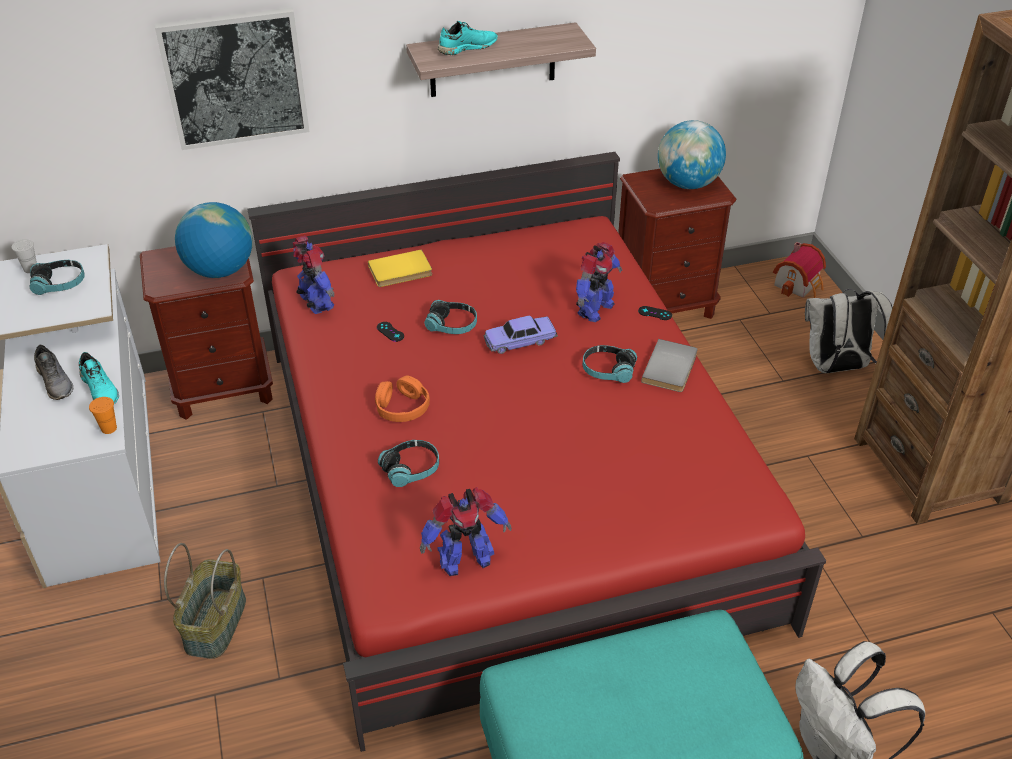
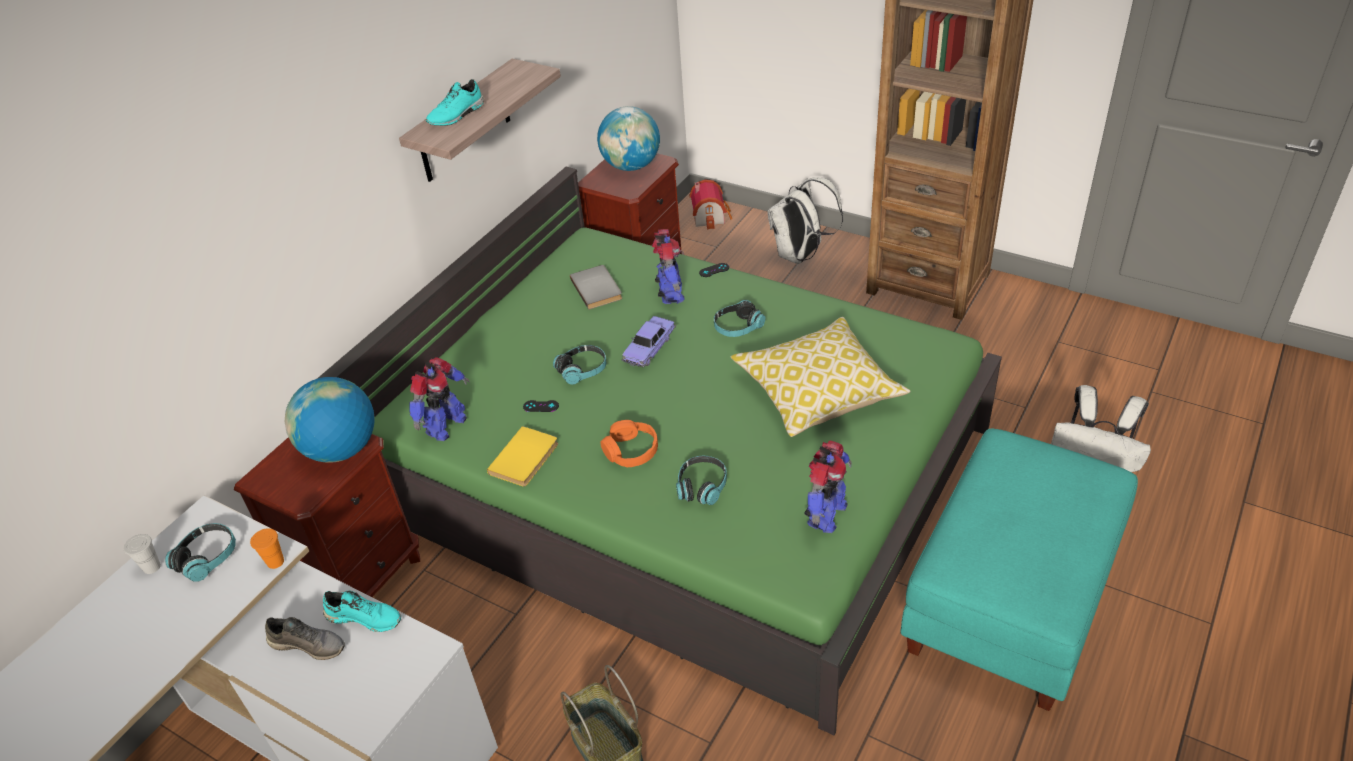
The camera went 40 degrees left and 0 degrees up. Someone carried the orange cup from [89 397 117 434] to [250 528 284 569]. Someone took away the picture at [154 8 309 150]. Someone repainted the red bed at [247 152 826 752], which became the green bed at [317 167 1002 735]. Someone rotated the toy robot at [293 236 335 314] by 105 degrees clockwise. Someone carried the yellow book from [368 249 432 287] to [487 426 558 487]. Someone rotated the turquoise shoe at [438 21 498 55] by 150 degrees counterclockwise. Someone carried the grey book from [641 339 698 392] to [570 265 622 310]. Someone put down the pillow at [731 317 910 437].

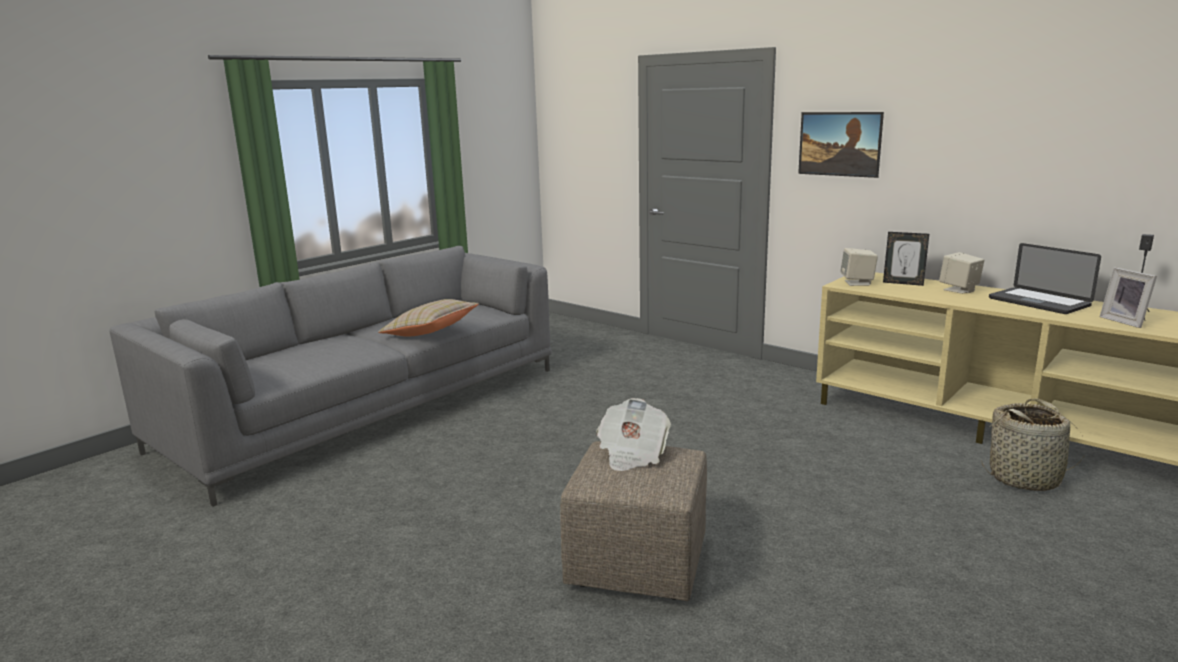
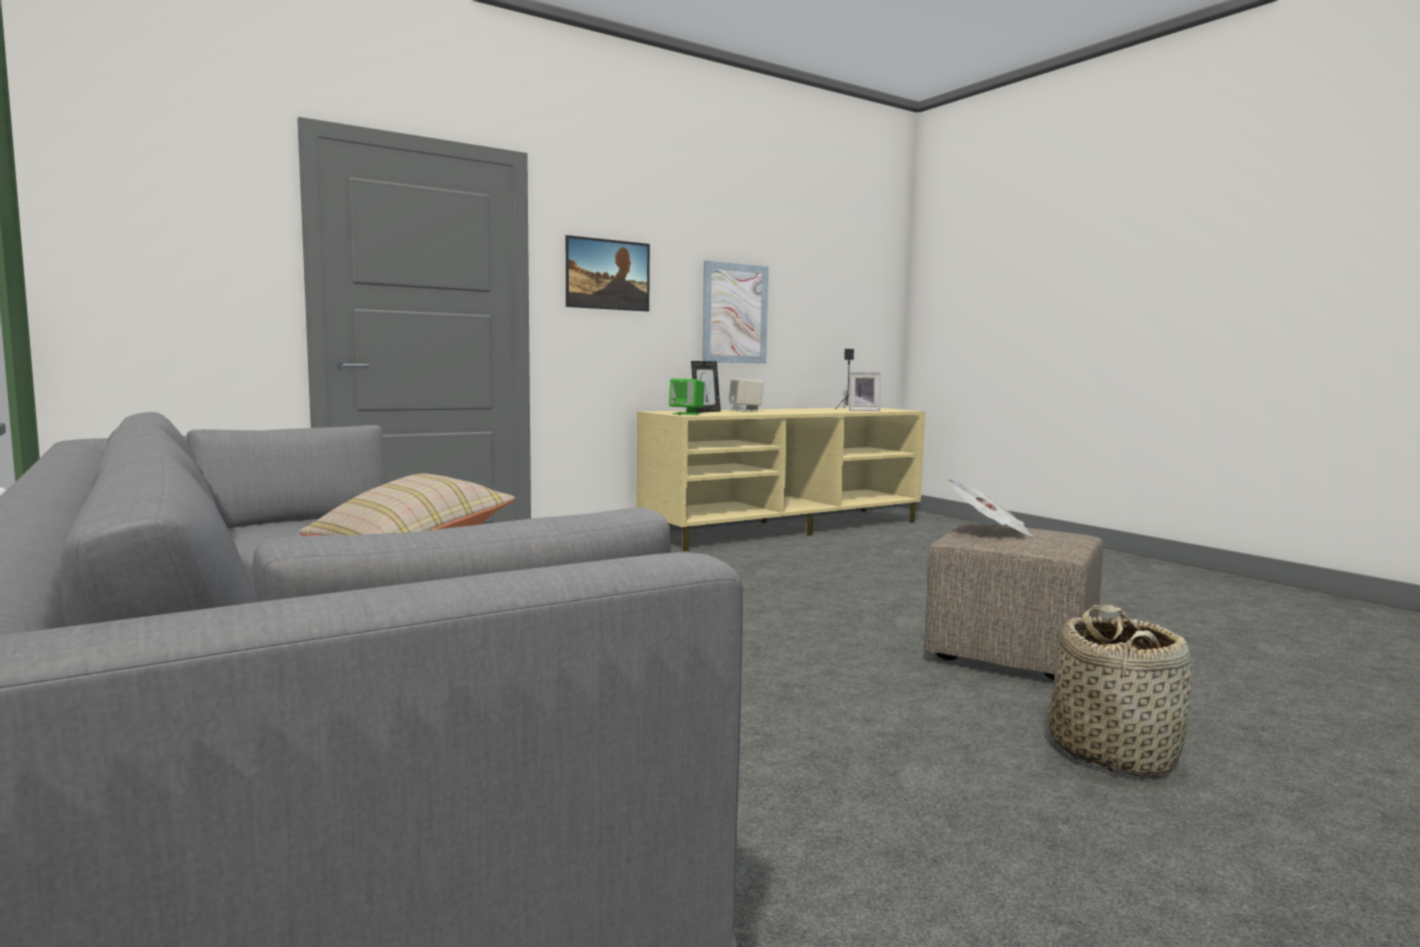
The camera went 75 degrees left and 10 degrees down. Someone repainted the beige speaker at [840 248 878 286], which became the green speaker at [669 378 705 415]. Someone carried the basket from [981 398 1085 491] to [1048 605 1192 776]. Someone took away the laptop at [989 243 1101 314]. Someone put up the picture at [702 261 769 364].

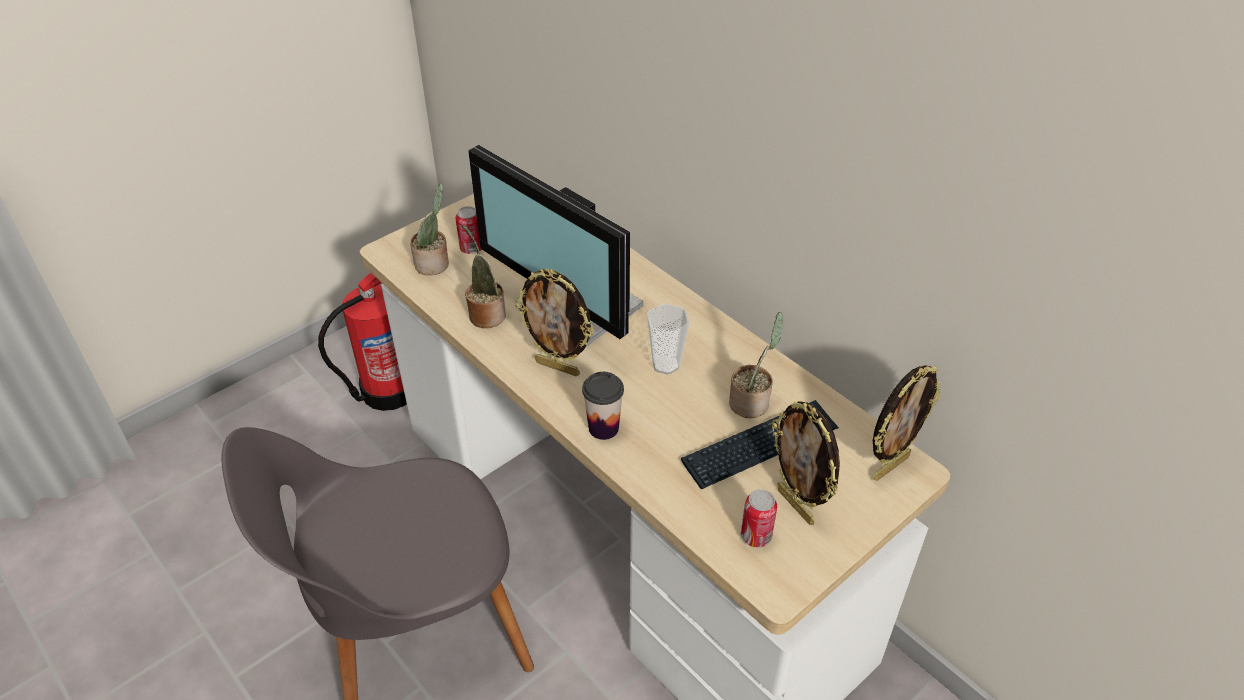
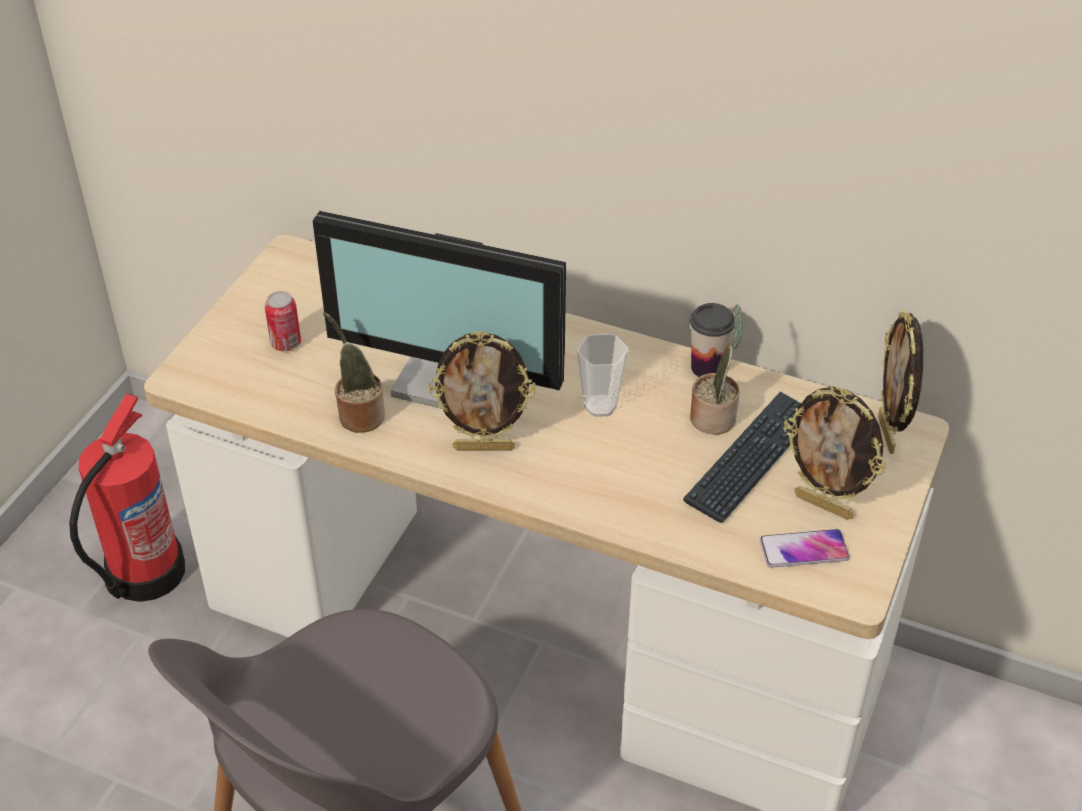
The camera went 25 degrees left and 0 degrees up. Someone took away the potted plant at [410 183 449 275]. Someone carried the cup from [582 372 624 440] to [690 303 735 377]. Someone swapped the can at [741 489 777 547] for the phone at [760 529 850 568]. Someone rotated the picture frame at [873 365 941 481] by 150 degrees clockwise.

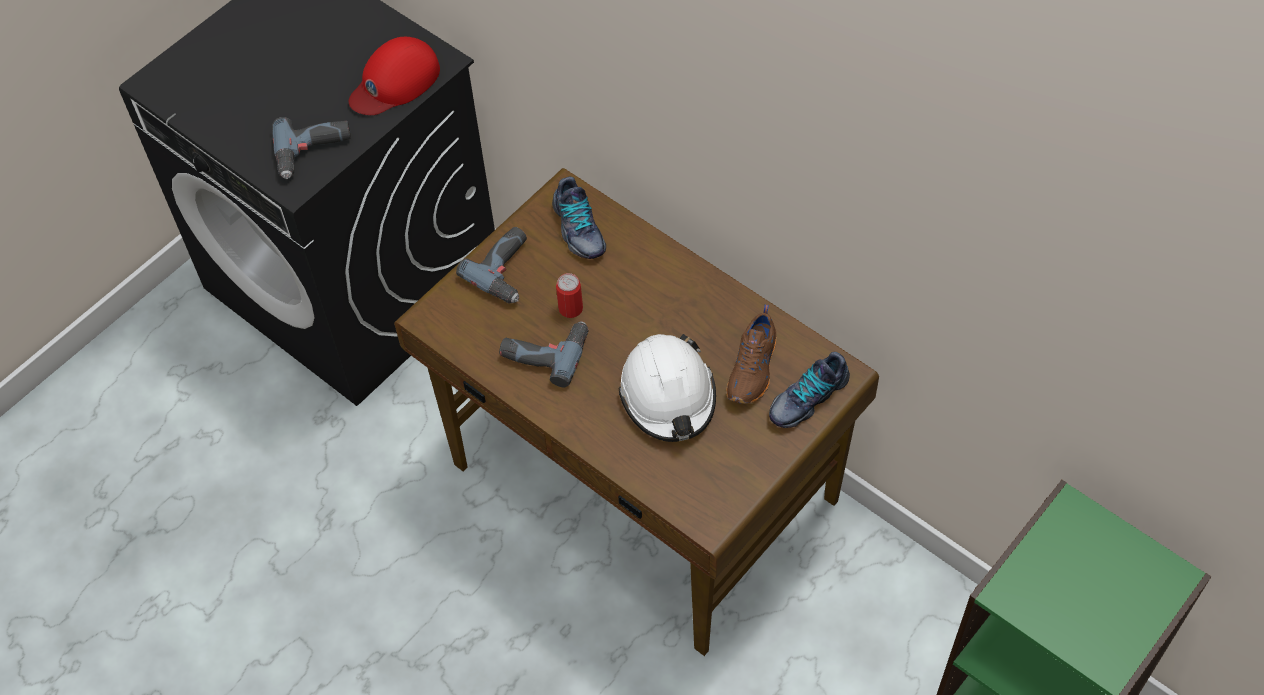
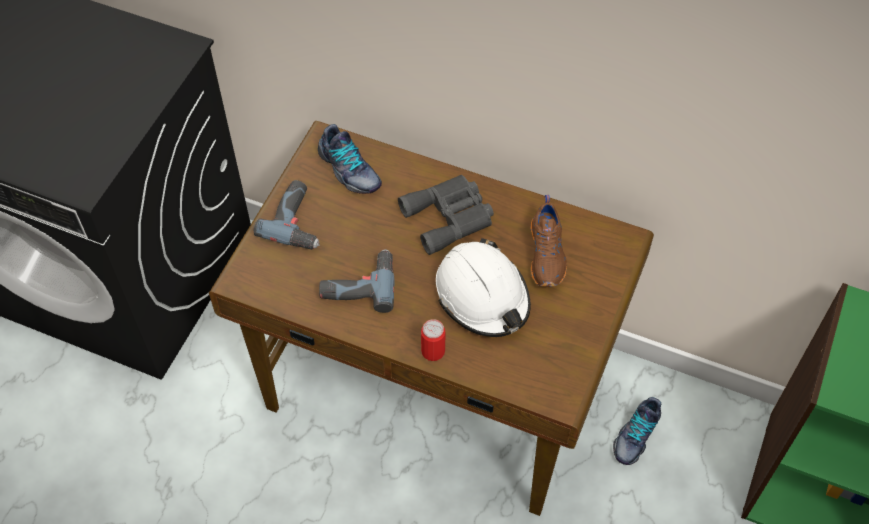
The camera went 20 degrees left and 0 degrees up. Someone took away the power drill at [272 117 351 179]. Someone took away the red cap at [349 37 440 115]. Someone carried the can from [556 273 583 318] to [421 319 445 361]. Someone carried the shoe from [769 352 850 428] to [613 397 661 465]. Someone put down the grey binoculars at [398 175 494 255].

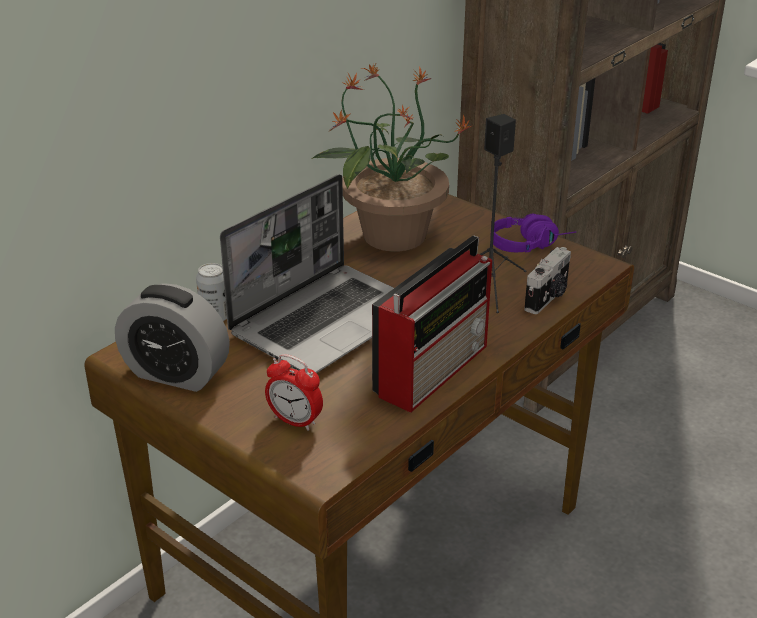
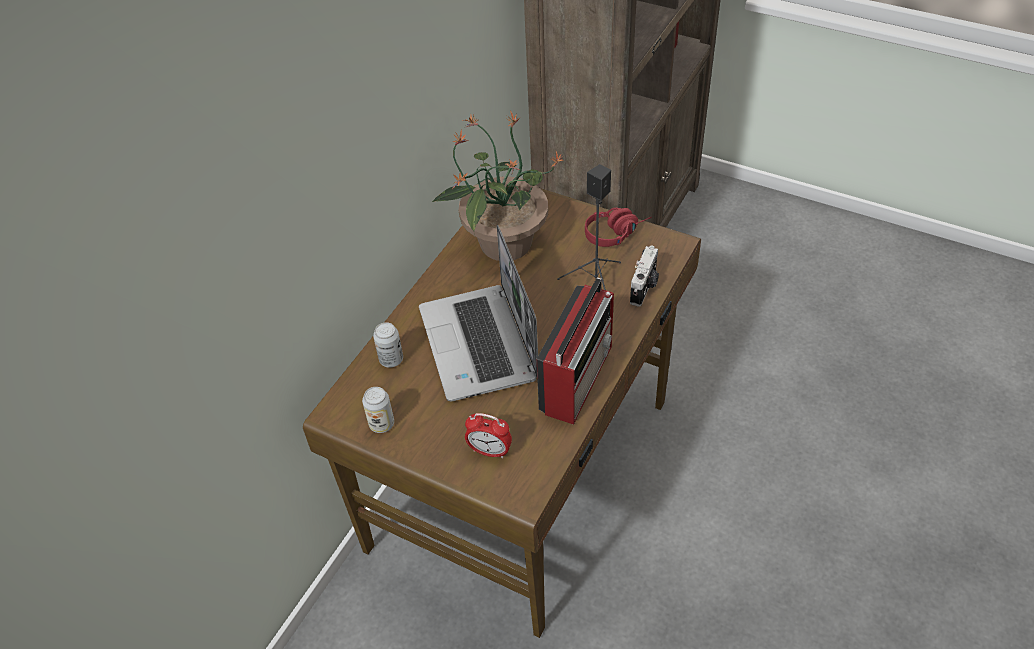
The camera went 10 degrees left and 15 degrees up. Someone swapped the alarm clock at [115 283 230 392] for the can at [362 387 394 433]. Someone rotated the laptop at [220 174 394 373] by 135 degrees clockwise. Someone repainted the purple headphones at [490 214 576 252], which became the red headphones at [585 208 652 247].

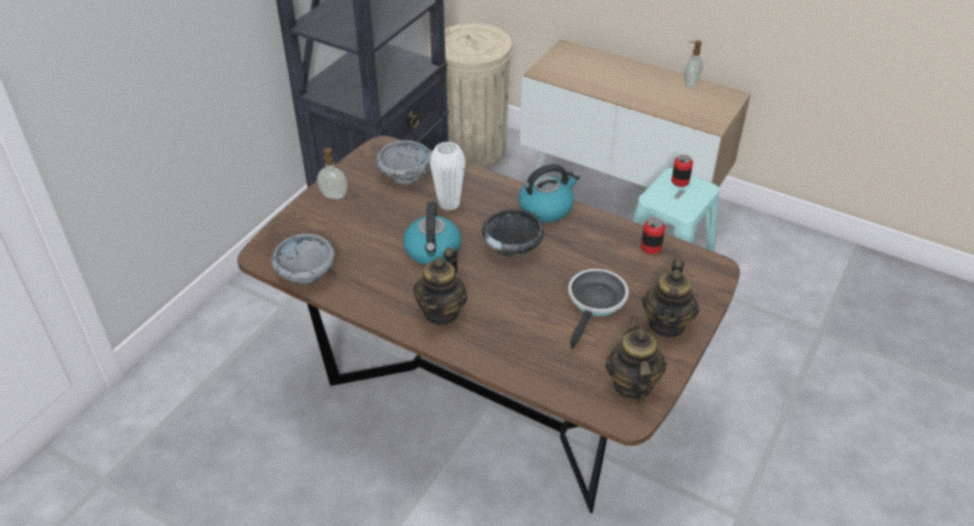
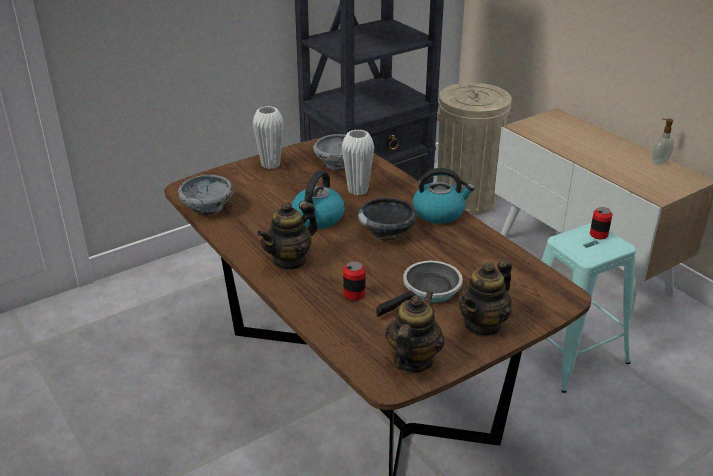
The camera went 25 degrees right and 10 degrees down. Someone swapped the soap dispenser at [317 148 348 199] for the white vase at [253 106 284 169]. Someone carried the can from [641 218 665 254] to [343 261 366 301].

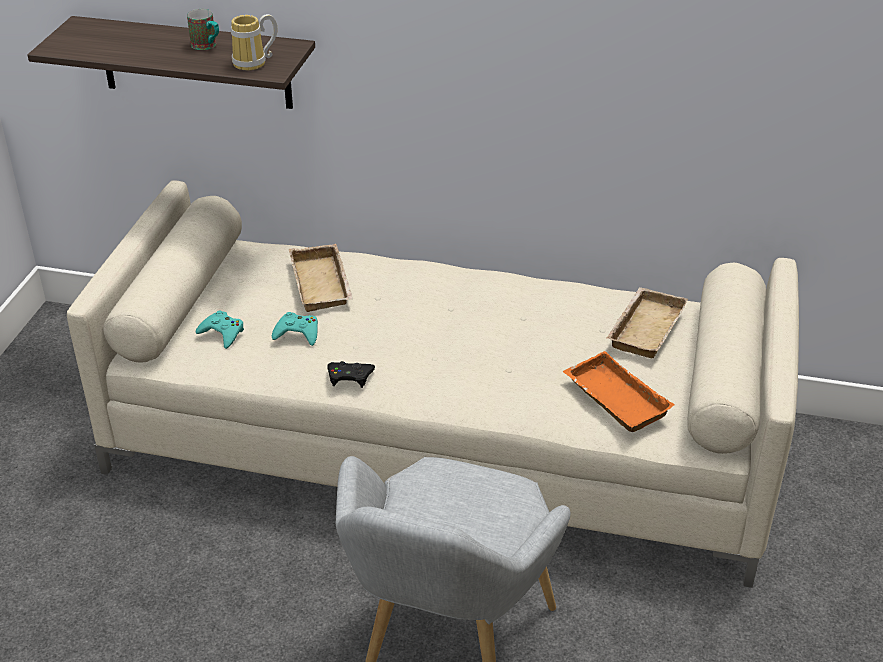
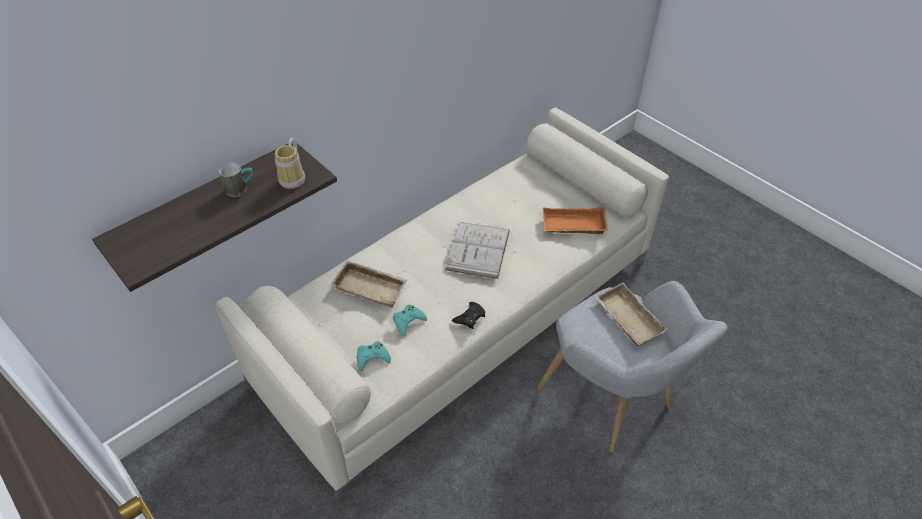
The camera went 55 degrees left and 10 degrees up. Someone carried the beige tray from [607 287 688 358] to [595 283 668 346]. Someone put down the white book at [445 222 510 279].

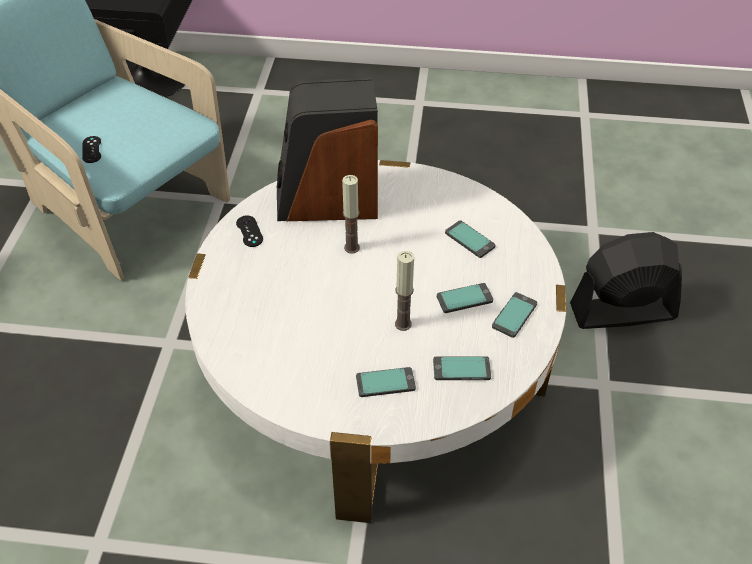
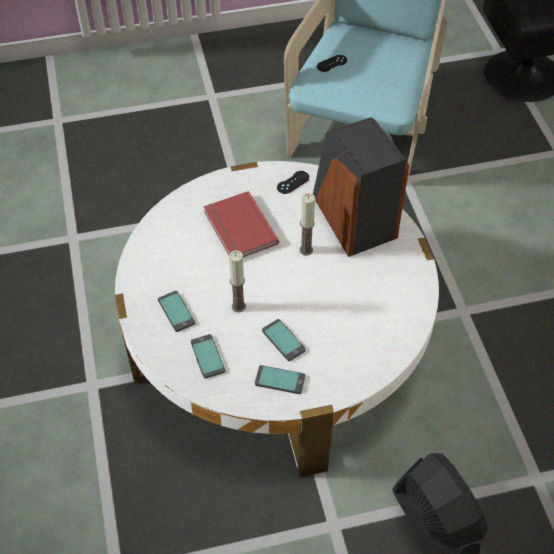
The camera went 70 degrees right and 5 degrees up. Someone took away the phone at [445 220 496 258]. Someone put down the red book at [204 191 279 257].

